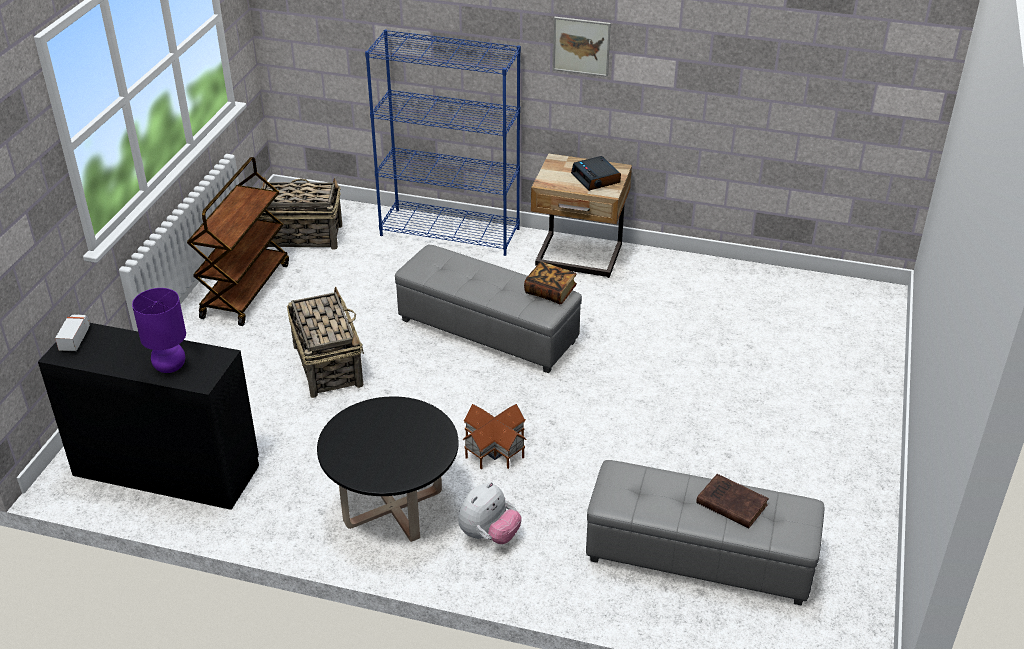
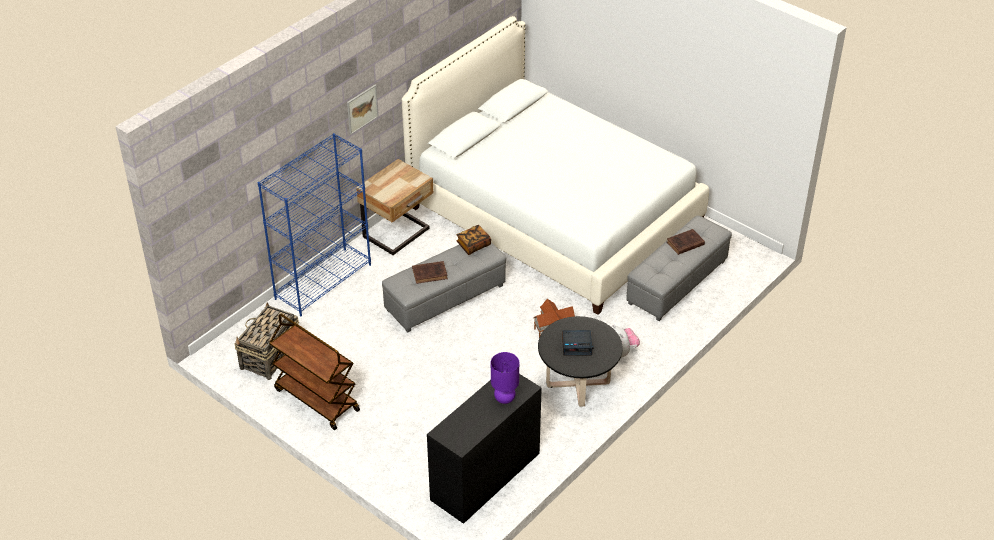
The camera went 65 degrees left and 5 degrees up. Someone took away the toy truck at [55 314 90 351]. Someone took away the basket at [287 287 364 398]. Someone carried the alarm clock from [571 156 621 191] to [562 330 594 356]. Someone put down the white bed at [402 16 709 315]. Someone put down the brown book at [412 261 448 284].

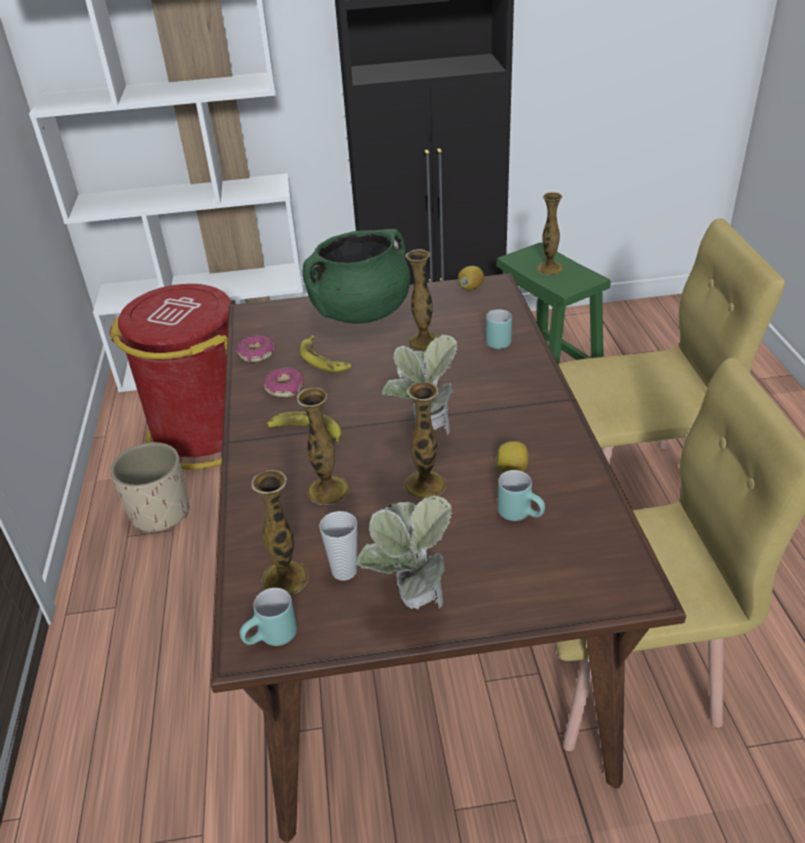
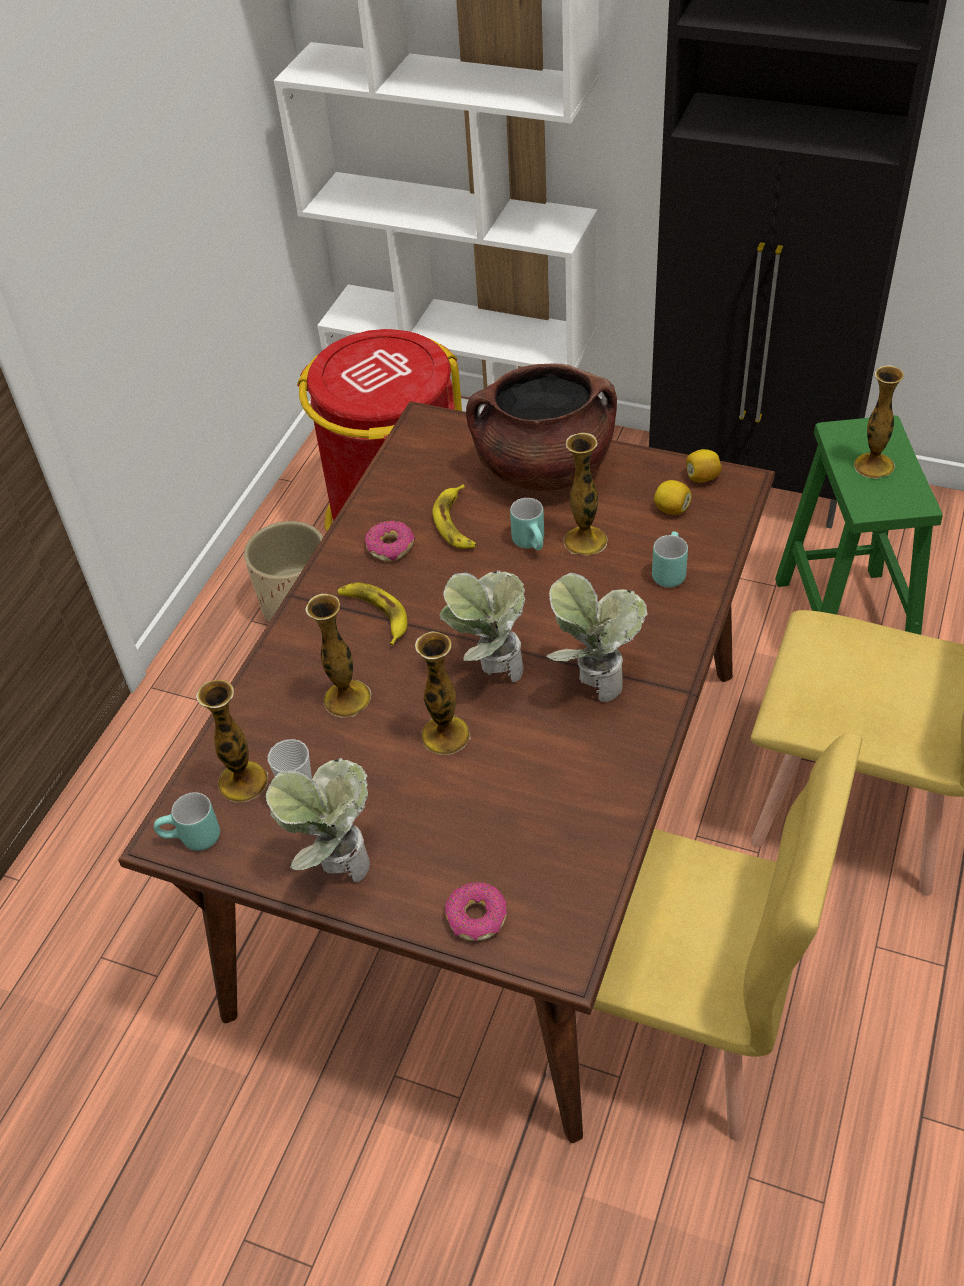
The camera went 30 degrees right and 10 degrees up. Someone carried the donut from [236 335 274 362] to [445 882 507 941]. Someone repainted the green cooking pot at [302 229 411 323], which became the brown cooking pot at [466 364 617 491]. Someone carried the lemon from [495 441 528 472] to [654 480 692 515]. Someone carried the turquoise mug from [497 470 545 521] to [510 498 544 550]. Someone put down the potted plant at [546 573 647 702].

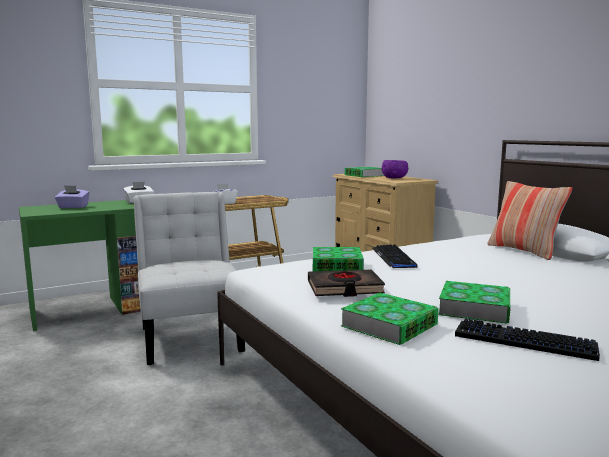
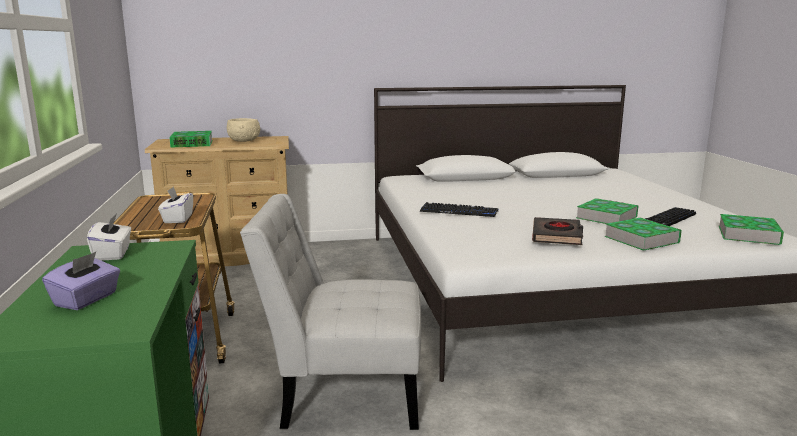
The camera went 70 degrees left and 5 degrees up. Someone carried the book from [313 247 364 271] to [719 214 784 245]. Someone repainted the purple bowl at [382 160 408 179], which became the beige bowl at [227 118 260 142]. Someone took away the pillow at [488 181 572 260].

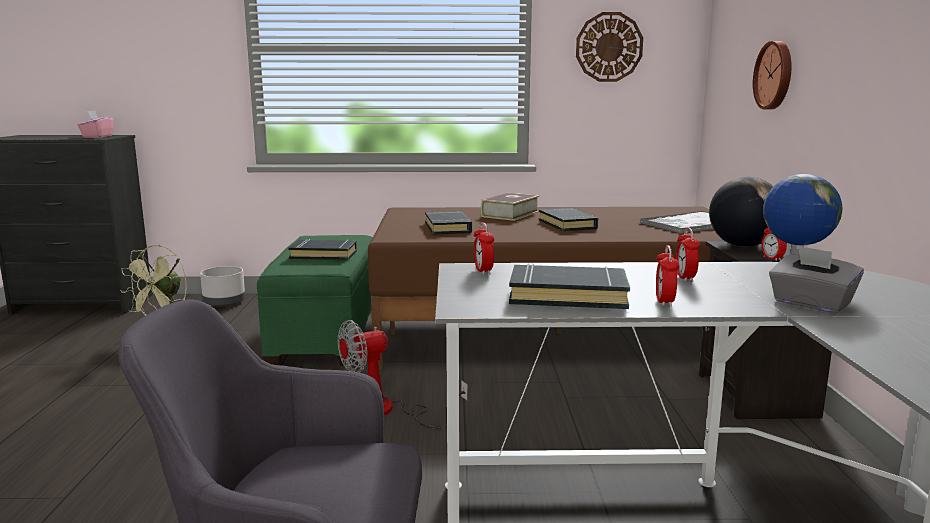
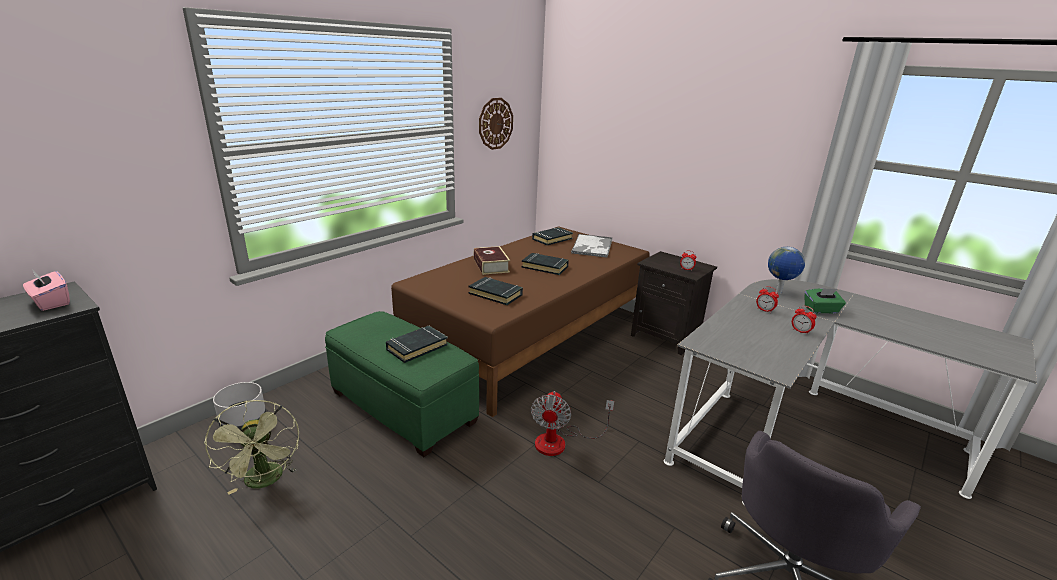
The camera went 50 degrees left and 10 degrees up. Someone took away the alarm clock at [474 222 494 275]. Someone carried the black book from [509 264 630 309] to [532 227 573 245]. Someone took away the globe at [709 177 774 247]. Someone took away the wall clock at [753 41 791 109]. Someone repainted the grey tissue box at [769 245 864 313], which became the green tissue box at [805 288 846 313].

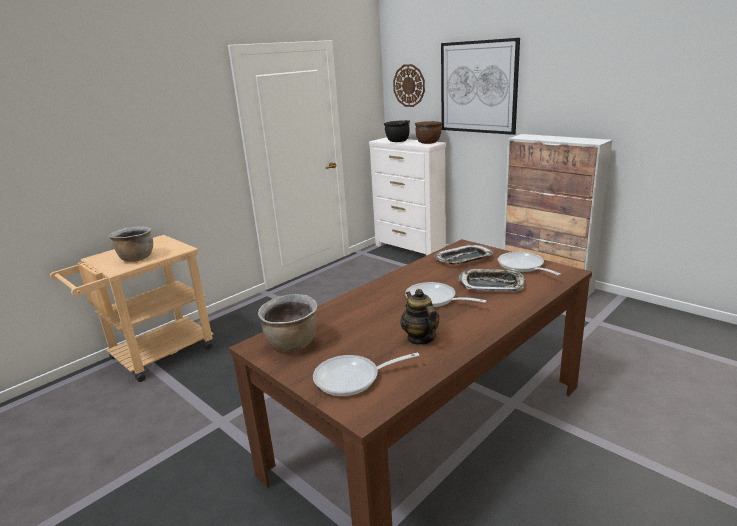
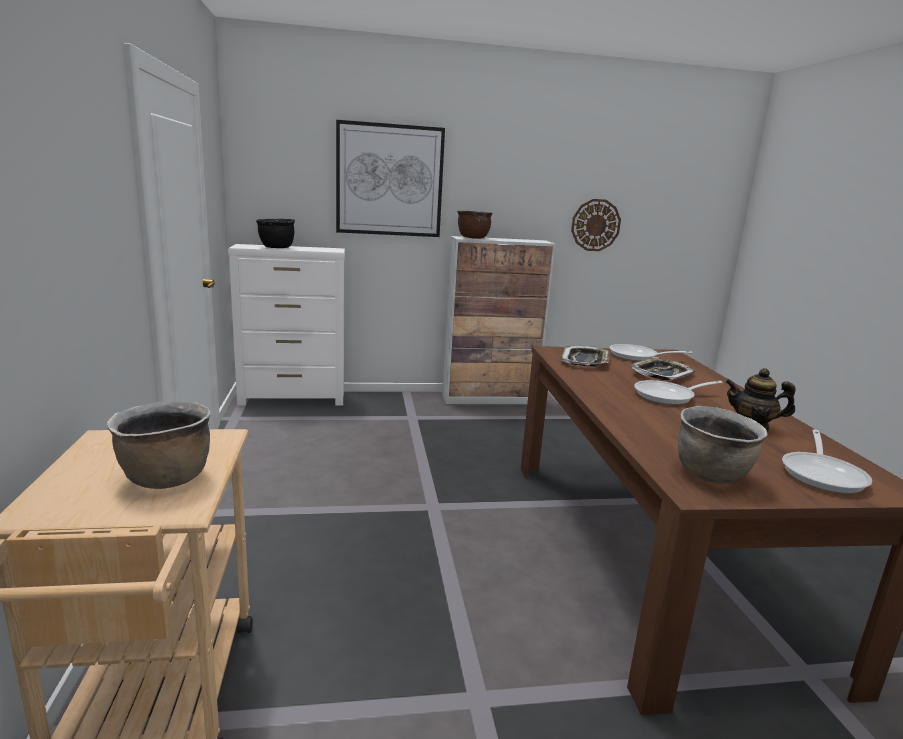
The camera went 55 degrees left and 5 degrees down. Someone carried the wall clock from [393 64 425 107] to [571 199 621 251]. Someone carried the brown cooking pot from [415 121 442 144] to [457 211 493 239].

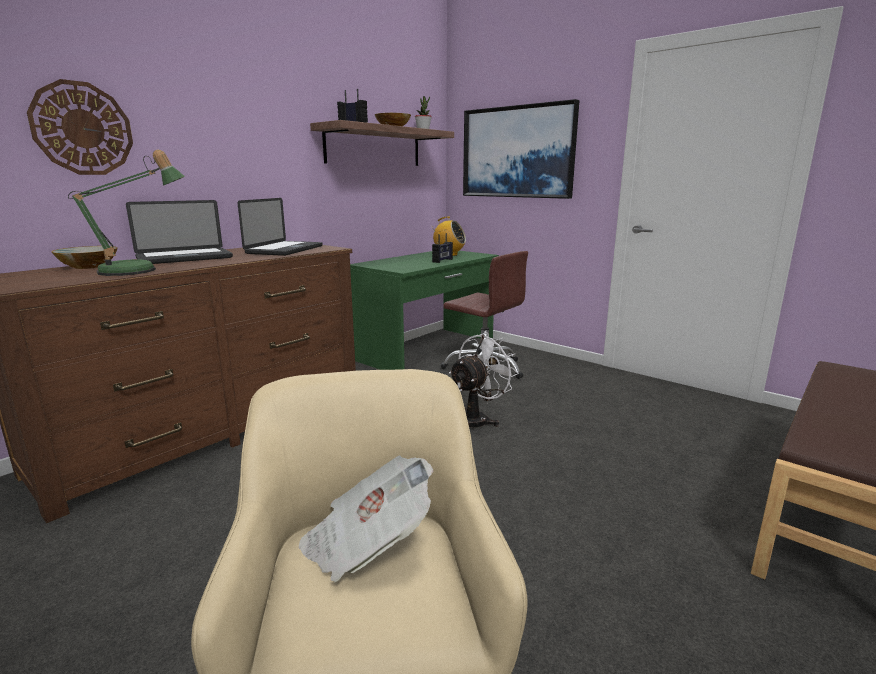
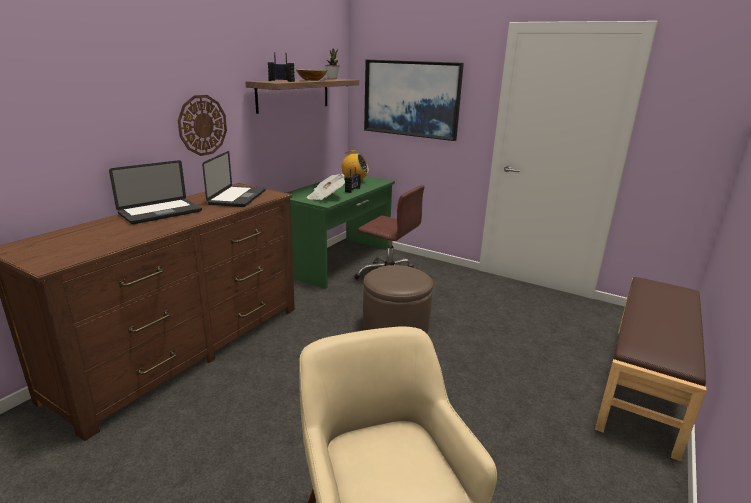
The camera went 10 degrees left and 5 degrees up. Someone carried the wall clock from [27 79 133 175] to [178 95 227 156]. Someone took away the bowl at [51 246 118 269]. Someone took away the table lamp at [68 150 185 276]. Someone carried the newspaper from [298 456 434 582] to [307 174 345 200]. Someone swapped the white fan at [449 332 519 428] for the brown ottoman at [363 265 433 333].

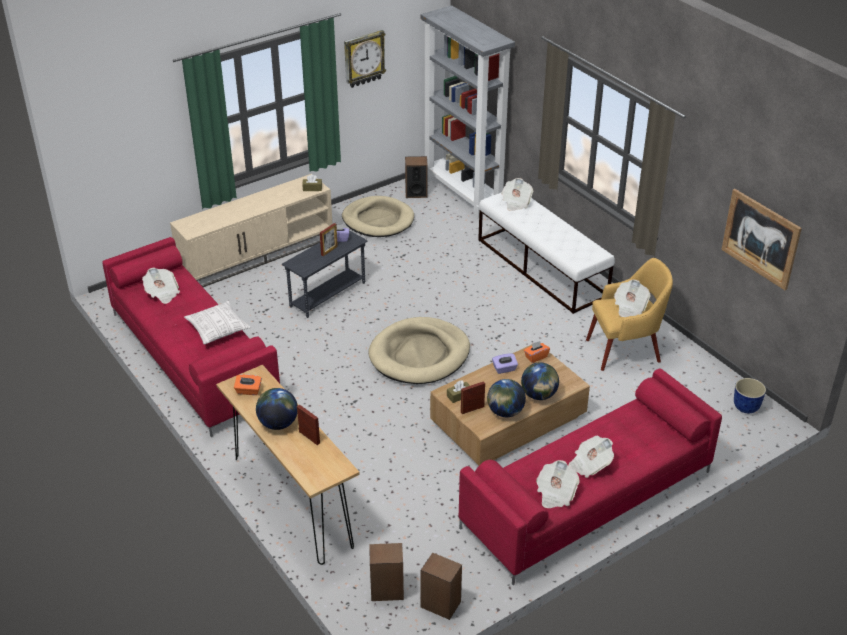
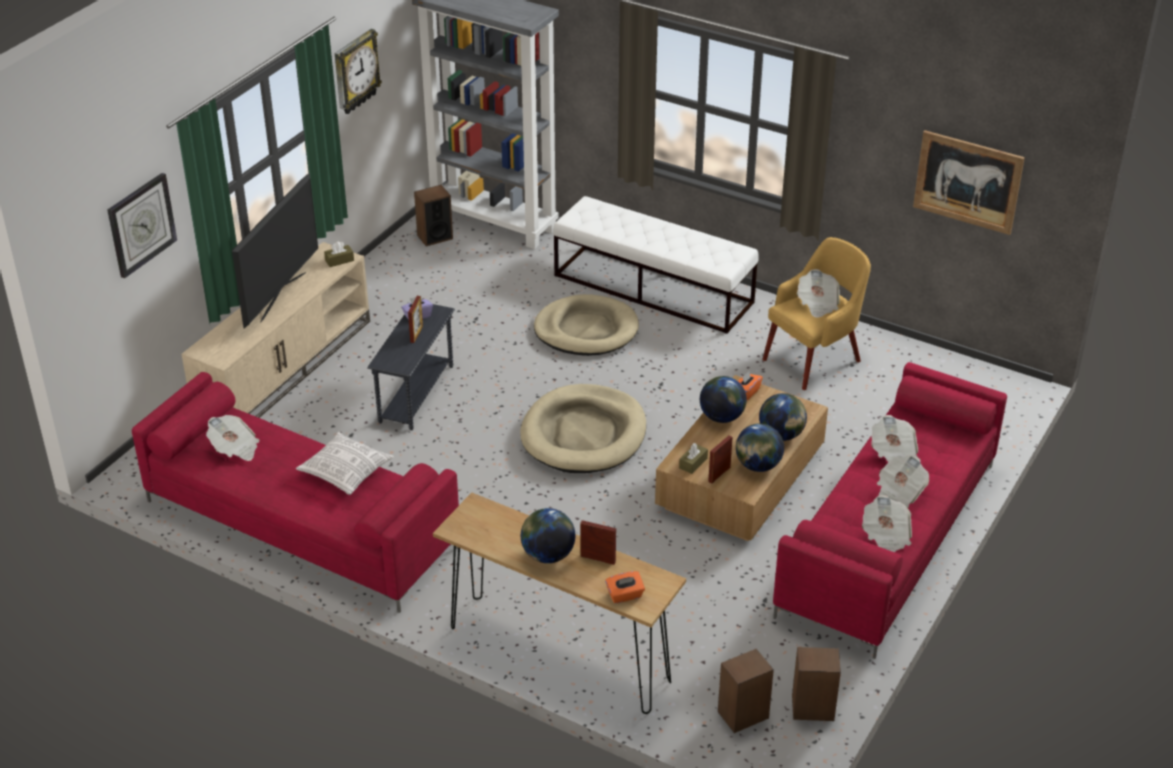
The camera went 25 degrees left and 0 degrees up. Someone carried the orange tissue box from [234 374 262 395] to [605 571 645 604]. Someone carried the beige dog bed from [342 196 414 237] to [534 294 639 356]. Someone swapped the purple tissue box at [492 353 518 374] for the globe at [700 376 747 423]. Someone carried the newspaper from [501 178 533 211] to [871 415 918 463]. Someone took away the planter at [734 378 766 413]. Someone put up the wall clock at [107 173 177 278]. Someone put down the television at [232 173 318 329].

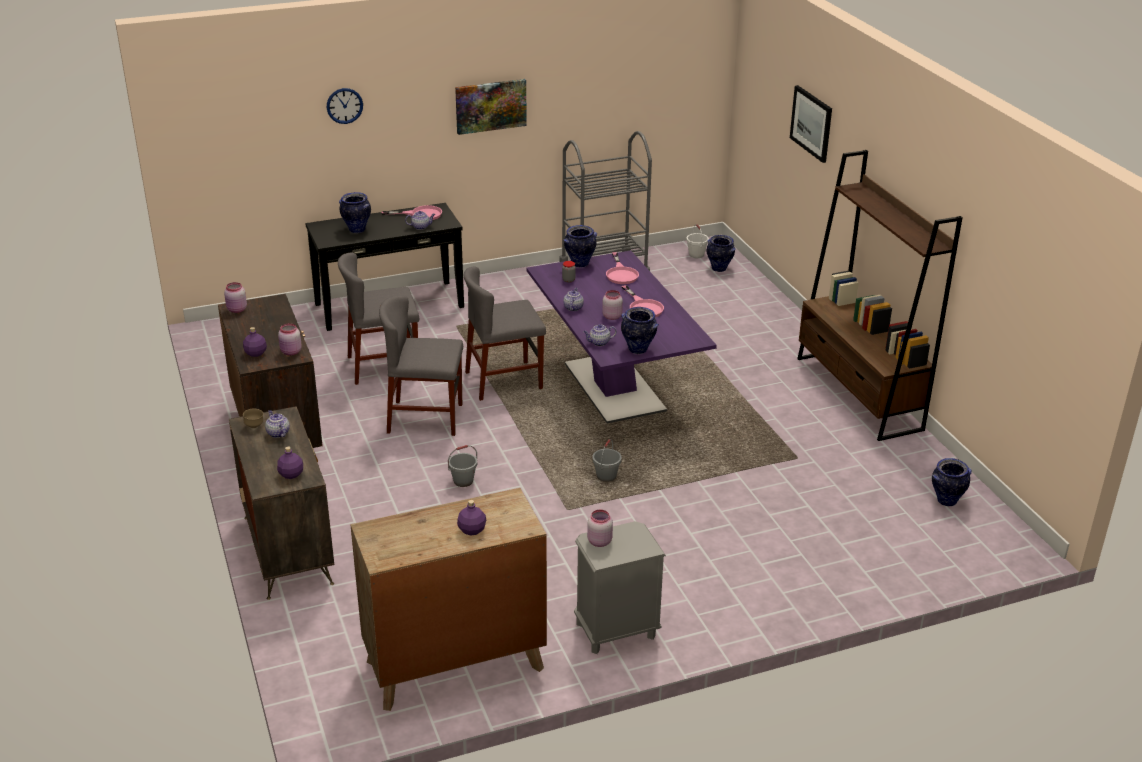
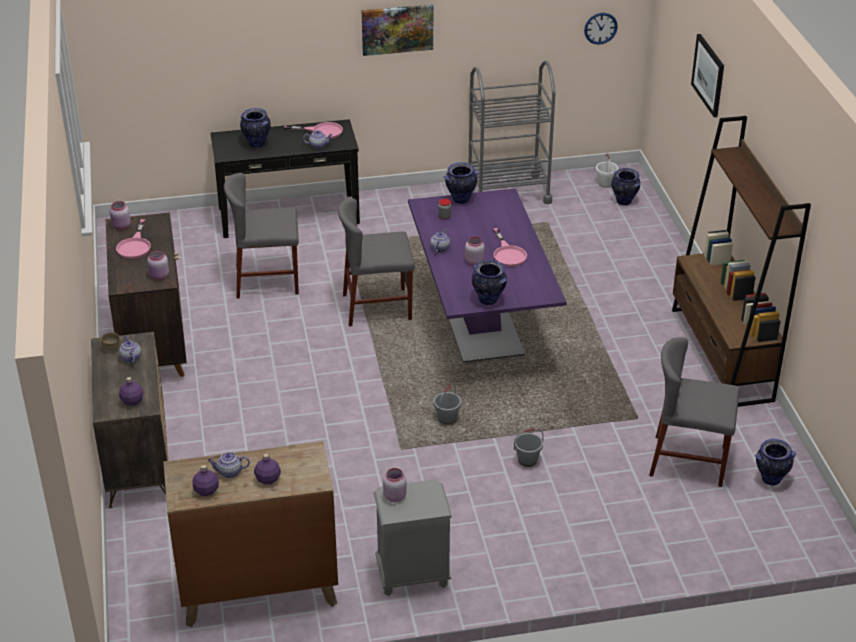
The camera went 10 degrees right and 5 degrees up. Someone carried the purple bottle from [243 327 267 357] to [193 465 219 496]. Someone carried the wall clock from [327 88 363 124] to [584 13 618 45]. Someone carried the grey chair from [379 295 463 436] to [649 337 739 487]. Someone carried the grey bucket from [448 445 477 487] to [514 428 544 467]. Someone carried the teapot from [583 324 617 346] to [208 452 250 478]. Someone carried the pink frying pan from [606 252 639 284] to [116 219 151 259].

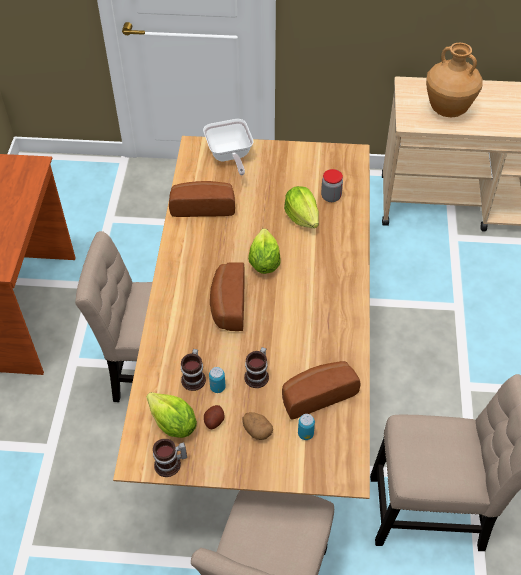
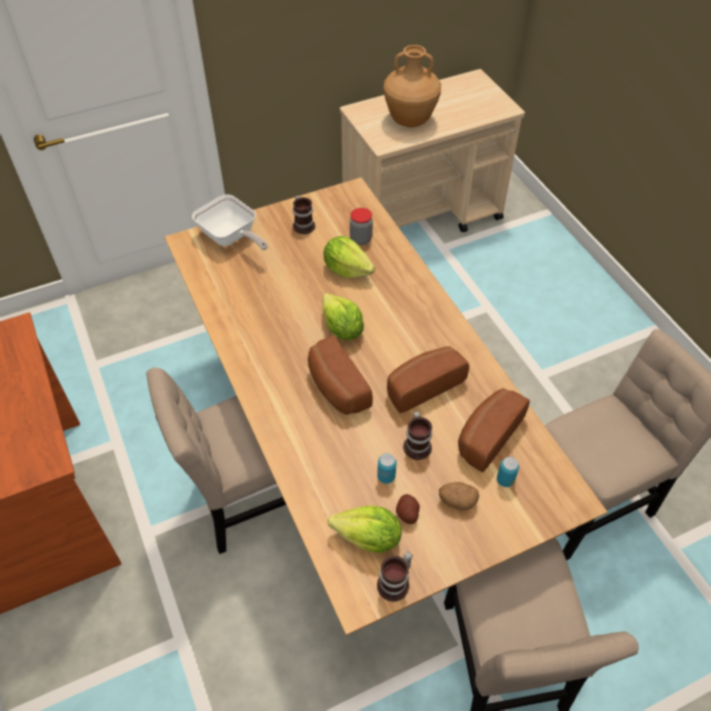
The camera went 30 degrees left and 0 degrees up. Someone carried the bread from [169 181 235 217] to [387 346 469 413]. Someone carried the mug from [181 349 206 391] to [293 196 315 234].

